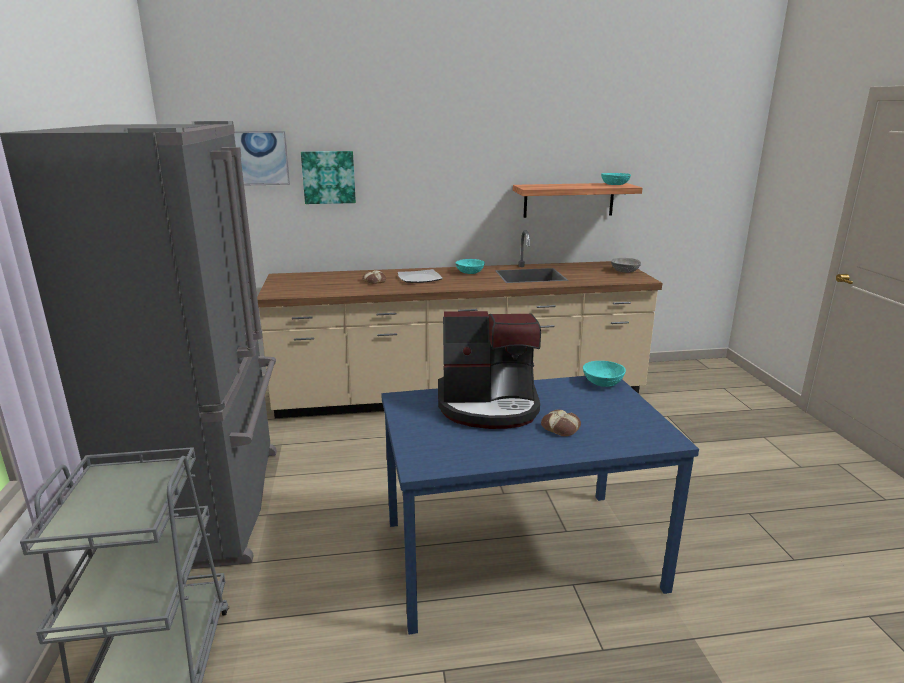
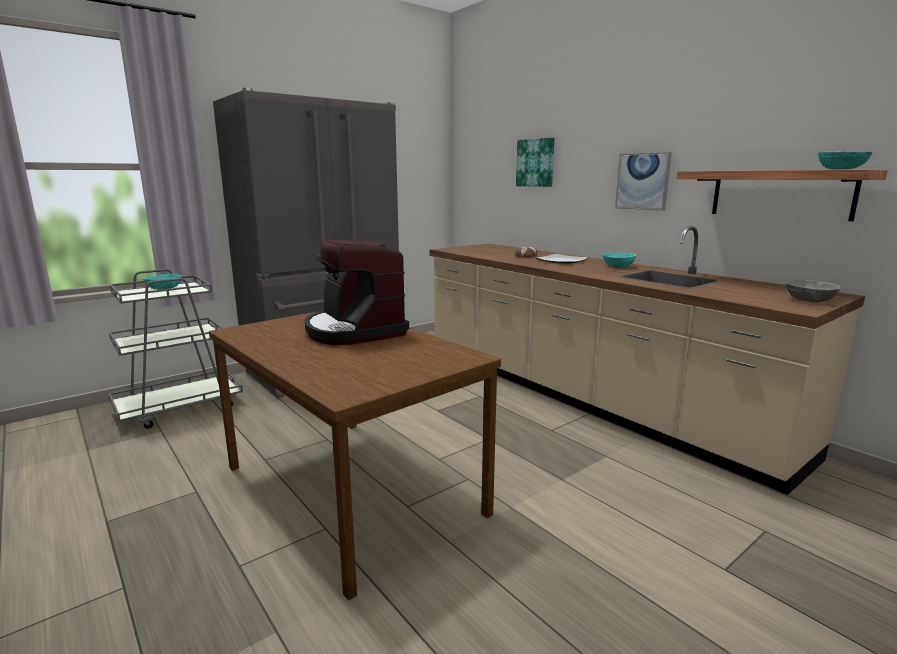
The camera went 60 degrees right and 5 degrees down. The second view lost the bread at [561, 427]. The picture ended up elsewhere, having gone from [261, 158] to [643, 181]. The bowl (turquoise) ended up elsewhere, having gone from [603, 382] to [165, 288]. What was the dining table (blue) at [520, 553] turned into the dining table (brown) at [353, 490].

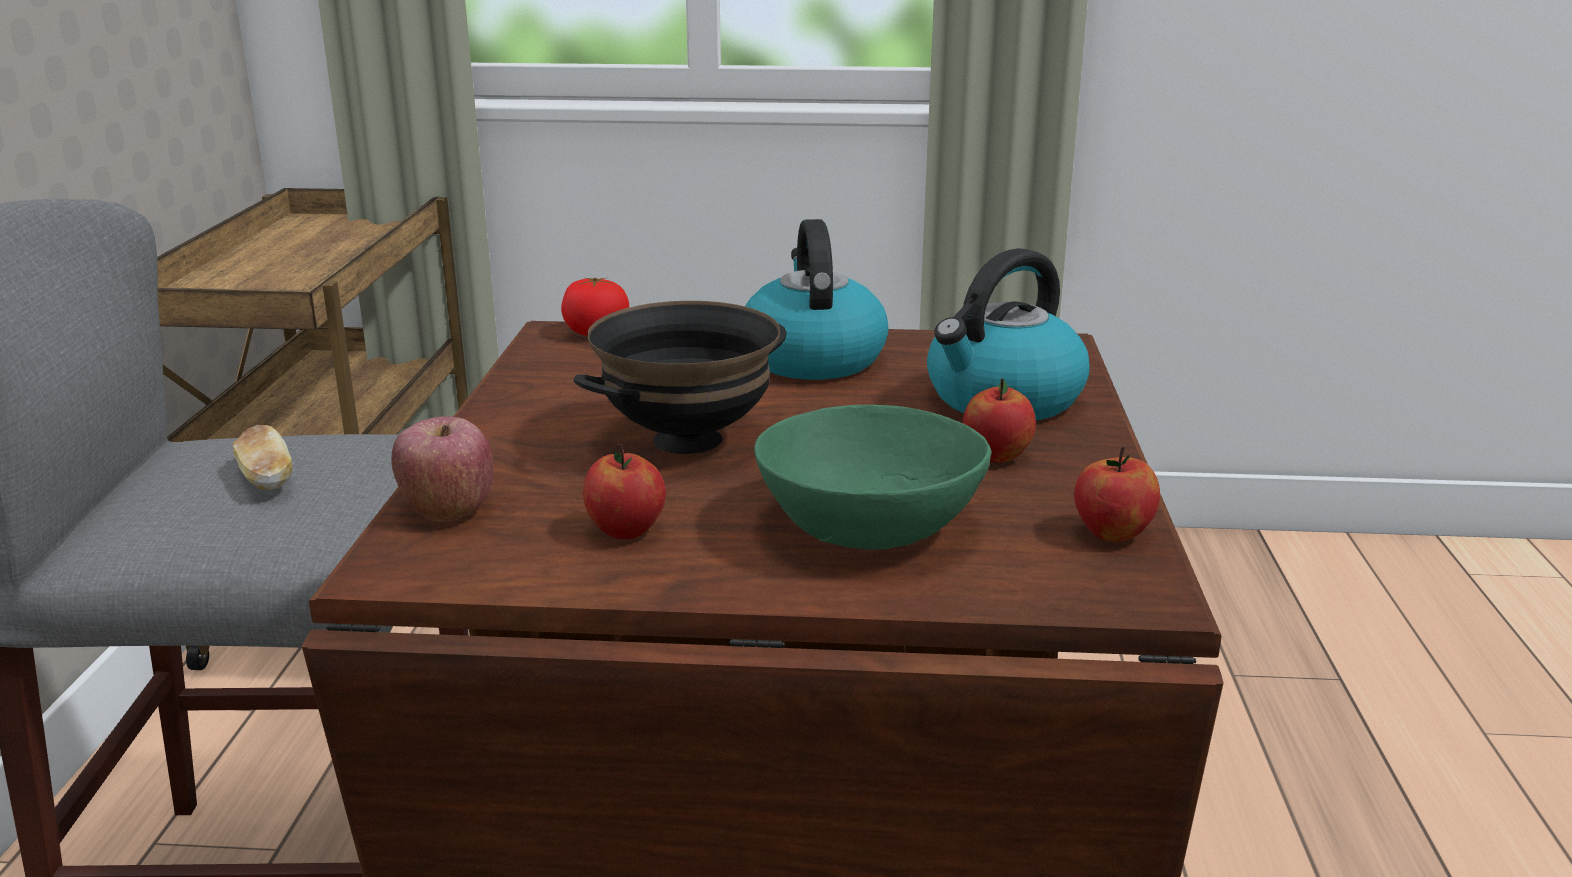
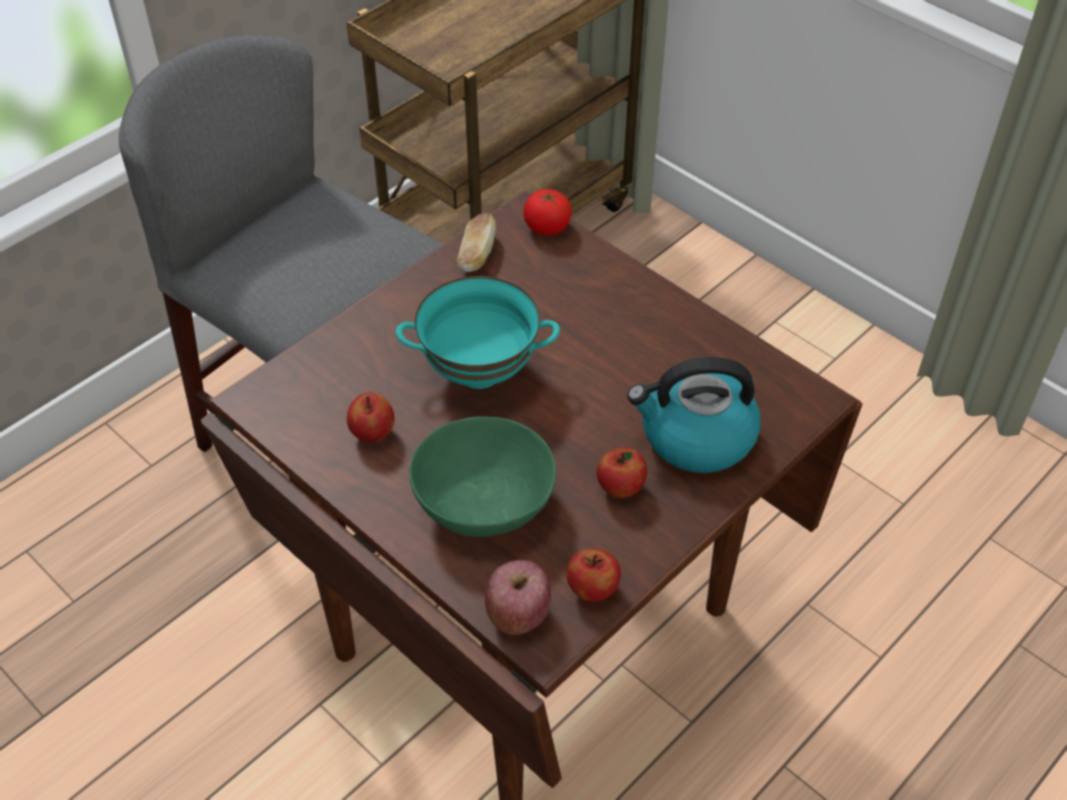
The camera went 40 degrees right and 25 degrees up. The second view lost the kettle at [812, 358]. The bread ended up elsewhere, having gone from [266, 480] to [476, 255]. The apple ended up elsewhere, having gone from [448, 509] to [518, 615]. What was the bowl (black) at [688, 441] turned into the bowl (turquoise) at [479, 373].

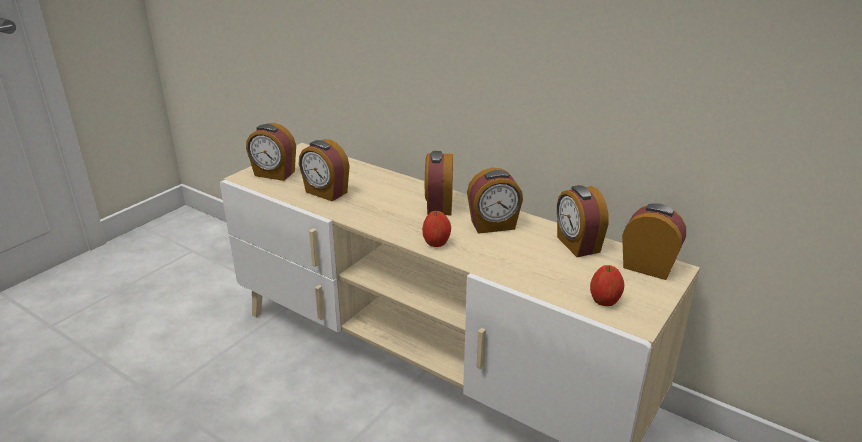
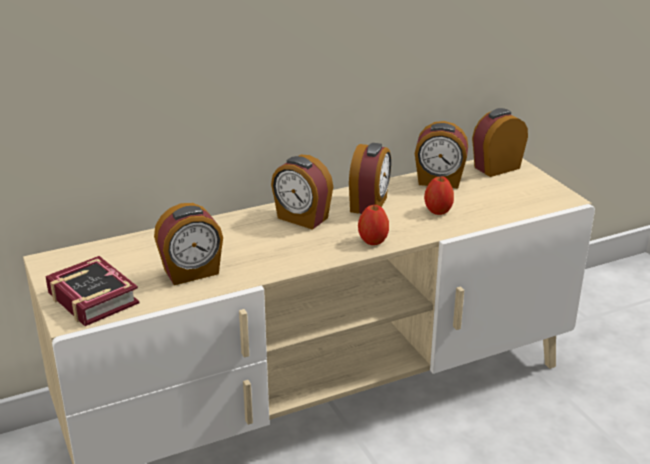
The camera went 60 degrees left and 0 degrees up. The apple ended up elsewhere, having gone from [604, 301] to [438, 211]. Where the alarm clock stood at [274, 174], the book came to stand at [93, 296].

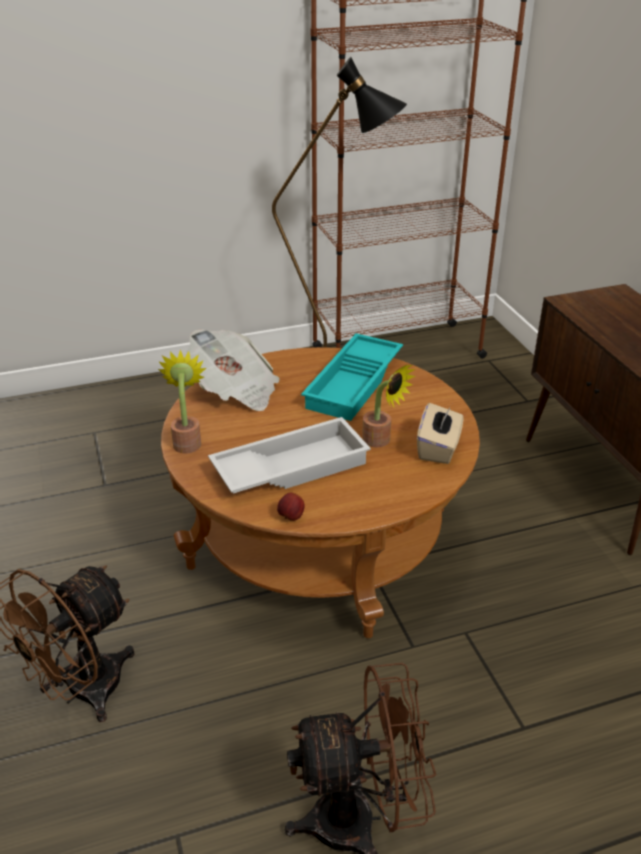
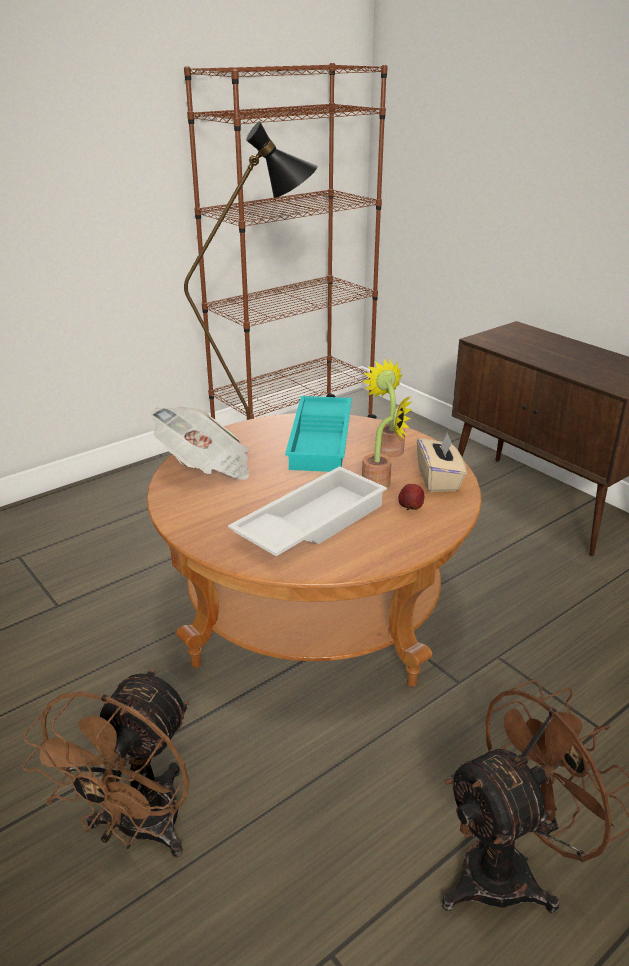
The camera went 20 degrees left and 5 degrees down. The potted plant ended up elsewhere, having gone from [187, 441] to [387, 448]. The apple ended up elsewhere, having gone from [291, 517] to [410, 508].

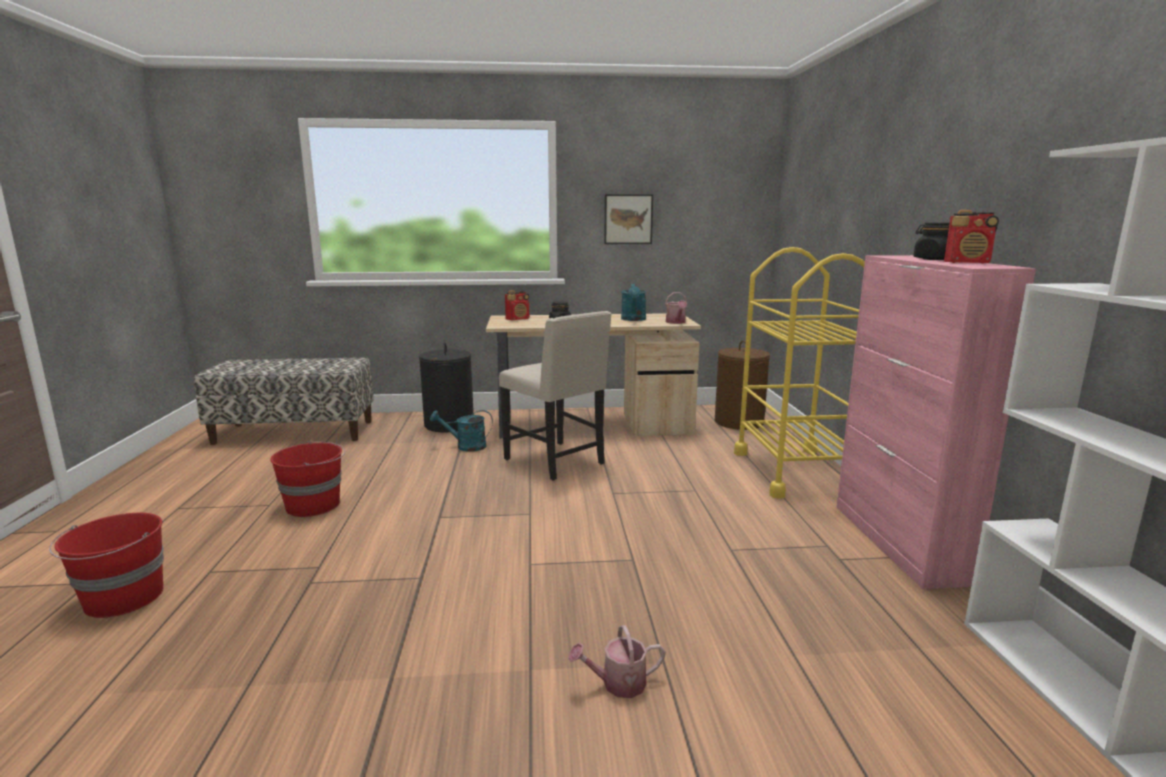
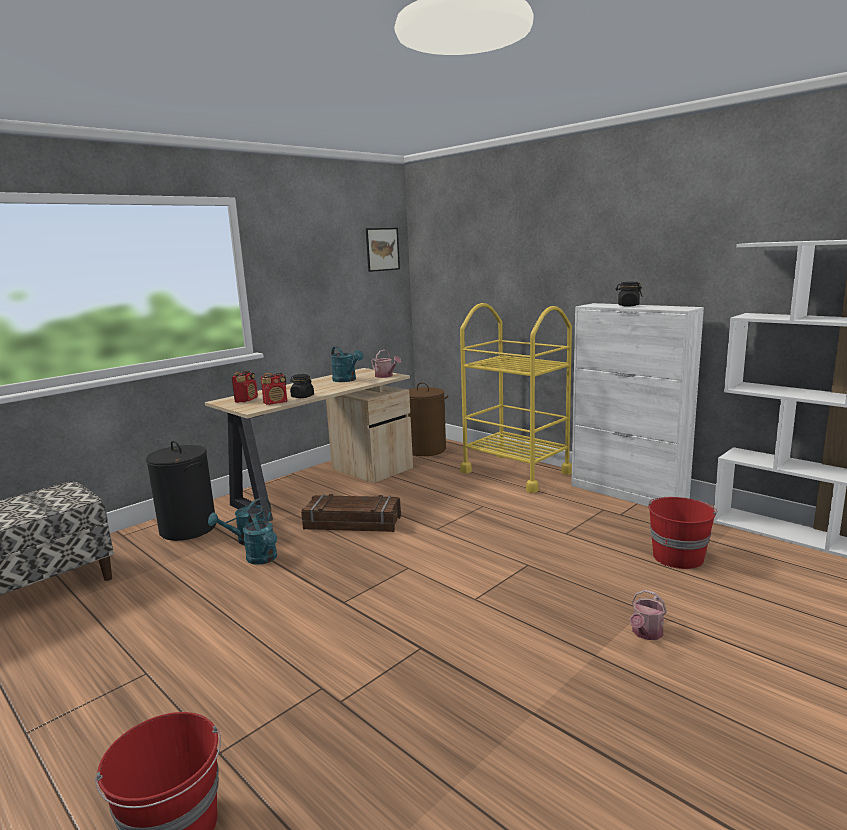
The camera went 40 degrees left and 0 degrees up. The second view gained the watering can (turquoise) at [264, 559]. The bucket (red) ended up elsewhere, having gone from [314, 505] to [677, 556]. The picture ended up elsewhere, having gone from [628, 219] to [382, 249]. The radio ended up elsewhere, having gone from [968, 263] to [276, 402]. Where the chair (beige) stood at [557, 462], the crate came to stand at [352, 523]. What was the cabinet (pink) at [898, 542] turned into the cabinet (white) at [628, 493].

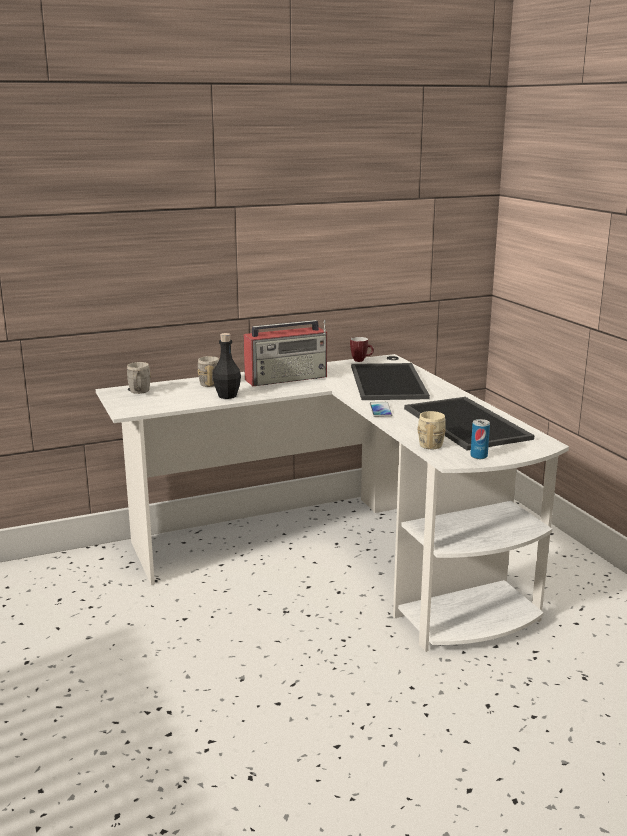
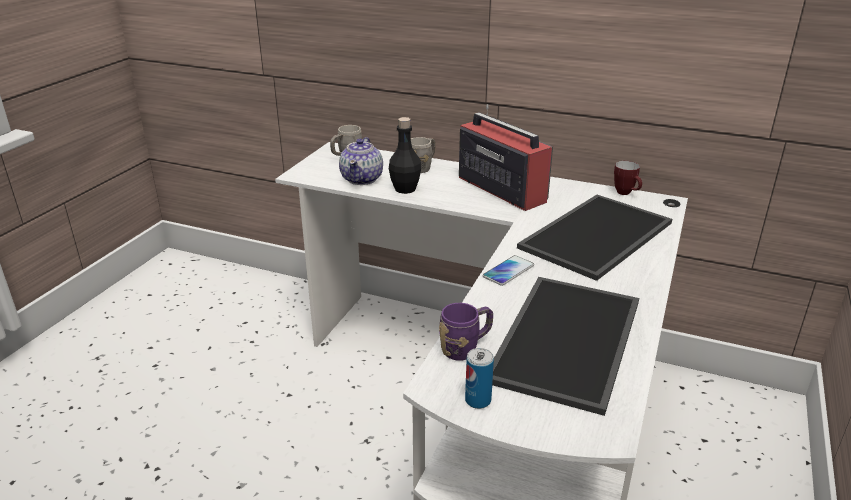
The camera went 45 degrees right and 10 degrees up. The second view gained the teapot at [362, 179]. What was the mug (beige) at [431, 443] turned into the mug (purple) at [466, 348]. The radio at [287, 378] ended up facing another way, 150 degrees counterclockwise from before.

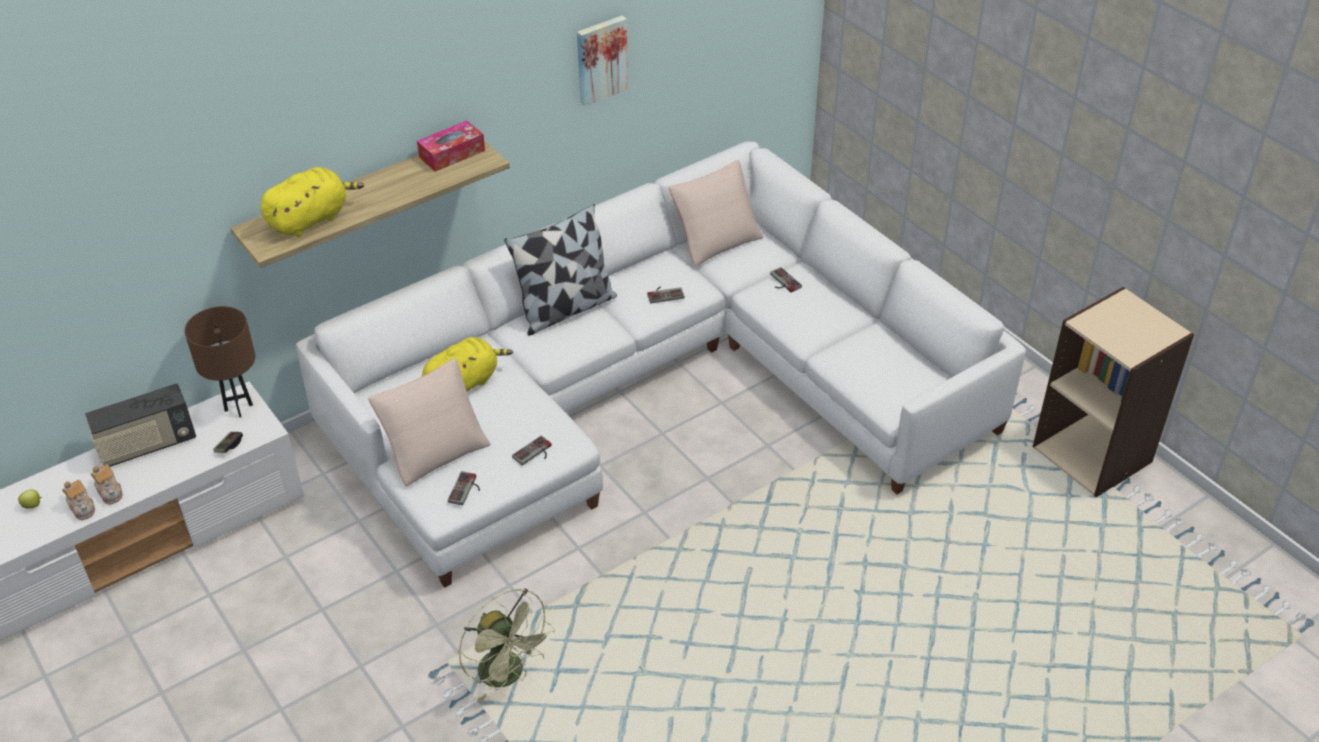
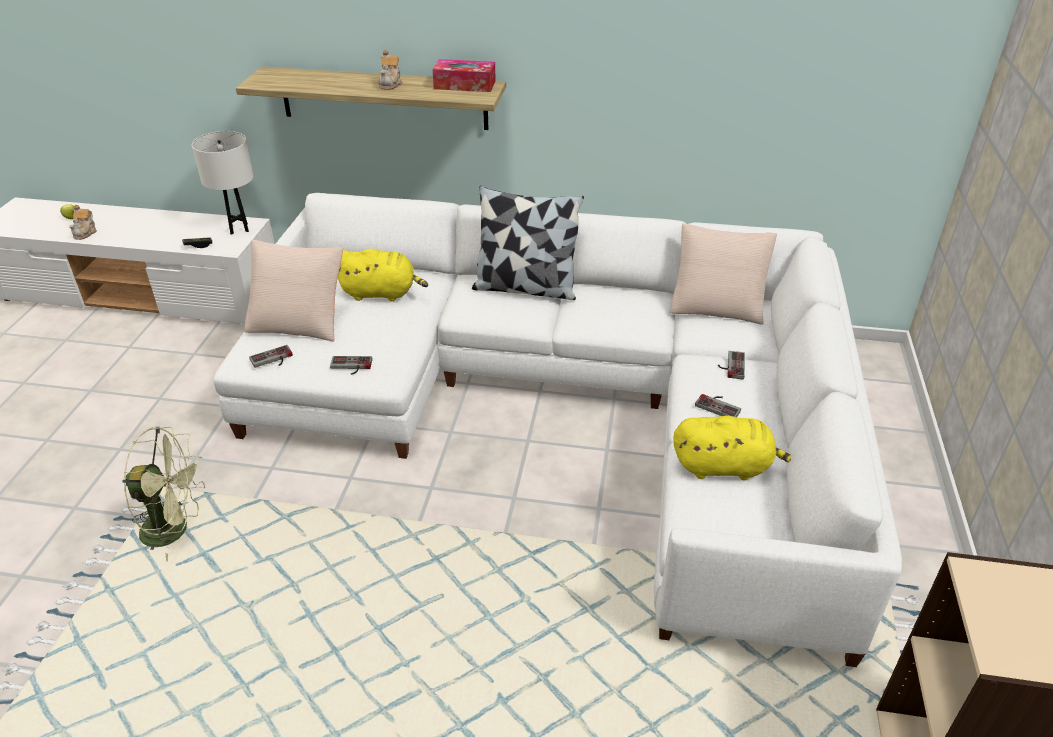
The camera went 45 degrees right and 5 degrees down. The second view lost the radio at [147, 446]. The second view lost the picture at [600, 59]. The teapot ended up elsewhere, having gone from [110, 492] to [390, 84]. The plush toy (yellow) ended up elsewhere, having gone from [311, 219] to [725, 467]. The game controller ended up elsewhere, having gone from [664, 294] to [719, 405]. What was the table lamp (brown) at [239, 408] turned into the table lamp (white) at [239, 229]. The fan (green) at [508, 675] ended up facing another way, 90 degrees counterclockwise from before.

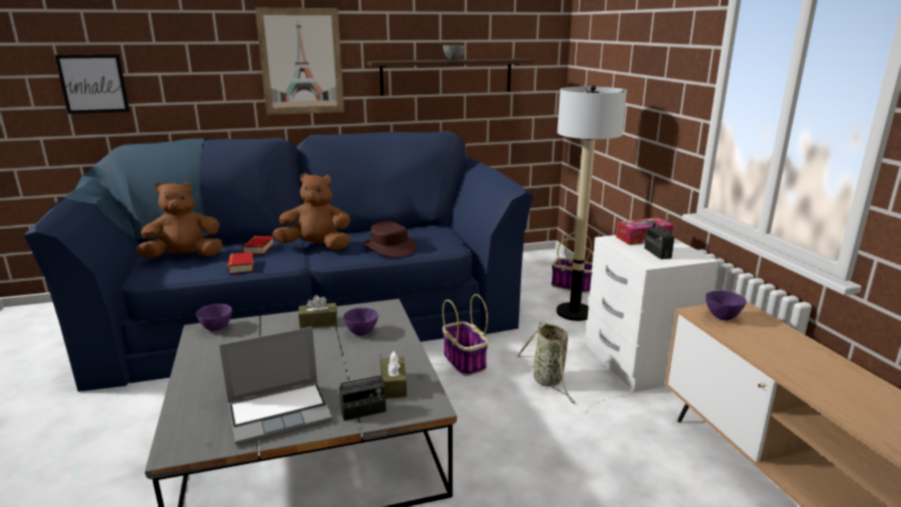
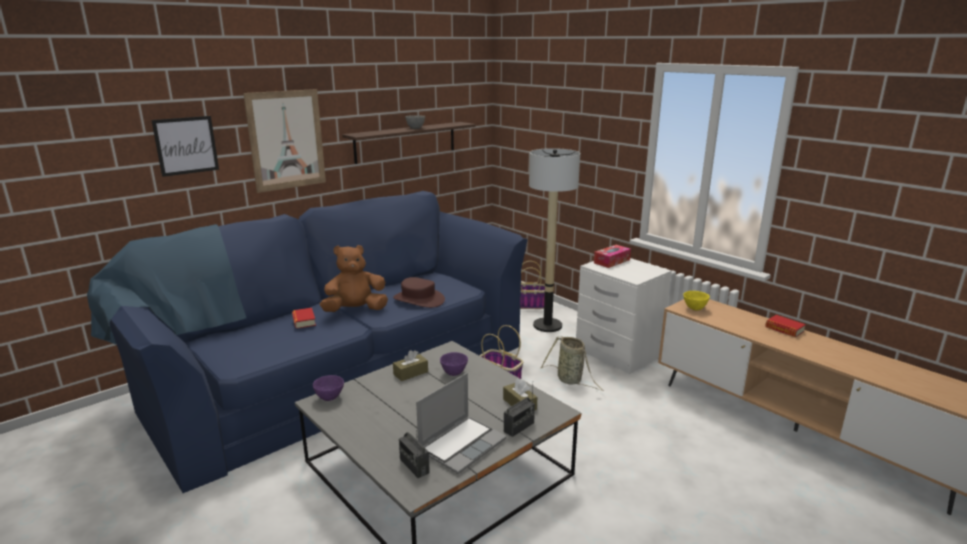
The camera went 25 degrees left and 0 degrees up. The second view lost the plush toy (brown) at [184, 257]. The picture ended up elsewhere, having gone from [93, 84] to [186, 145]. The book ended up elsewhere, having gone from [241, 266] to [784, 329]. The radio ended up elsewhere, having gone from [657, 253] to [414, 466]. What was the bowl (purple) at [722, 317] turned into the bowl (yellow) at [695, 309].

